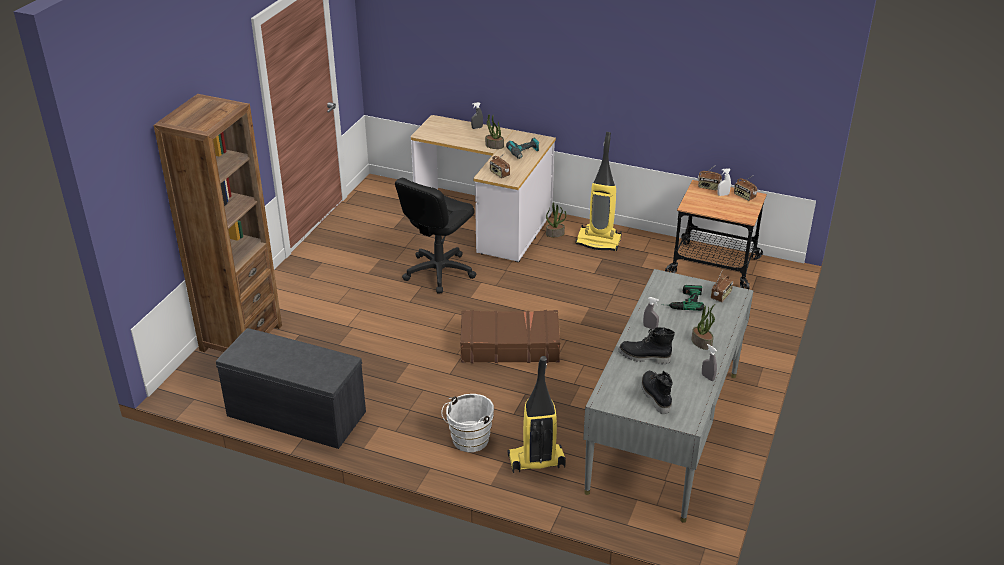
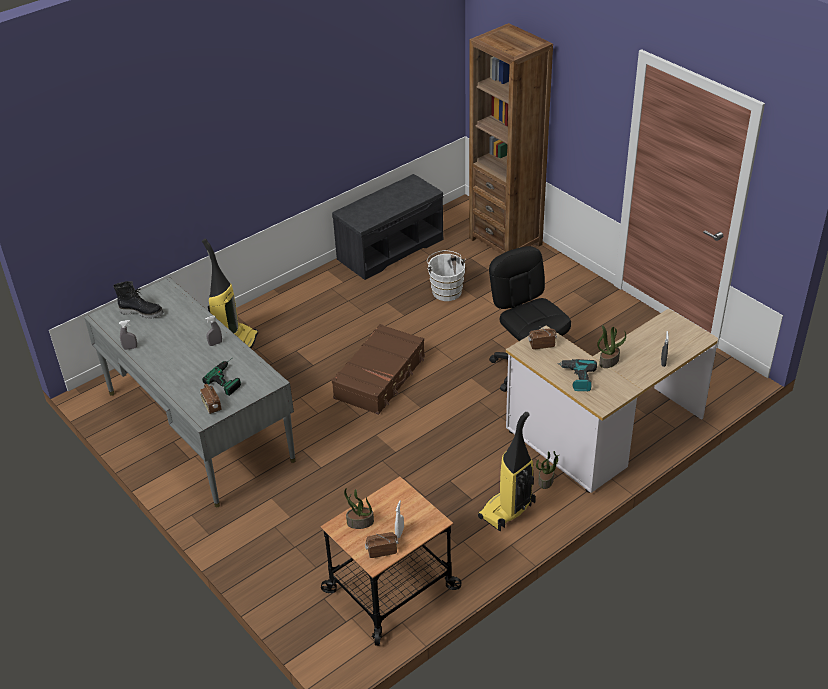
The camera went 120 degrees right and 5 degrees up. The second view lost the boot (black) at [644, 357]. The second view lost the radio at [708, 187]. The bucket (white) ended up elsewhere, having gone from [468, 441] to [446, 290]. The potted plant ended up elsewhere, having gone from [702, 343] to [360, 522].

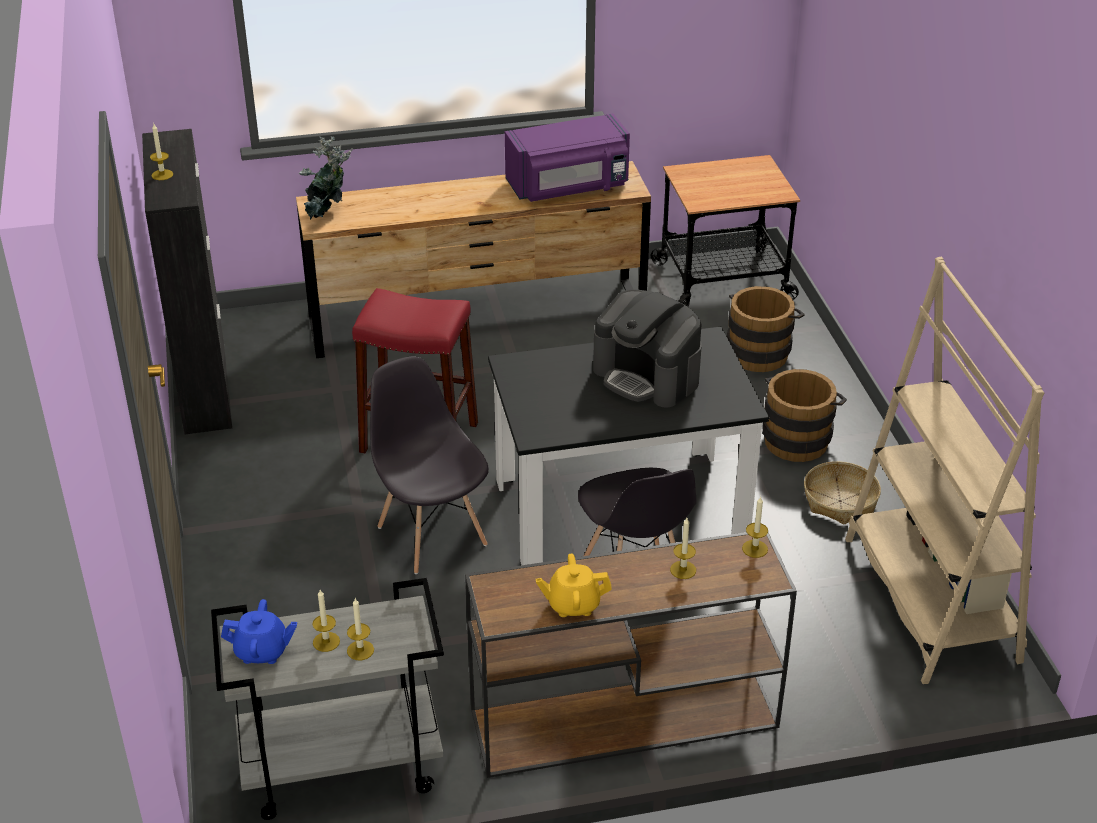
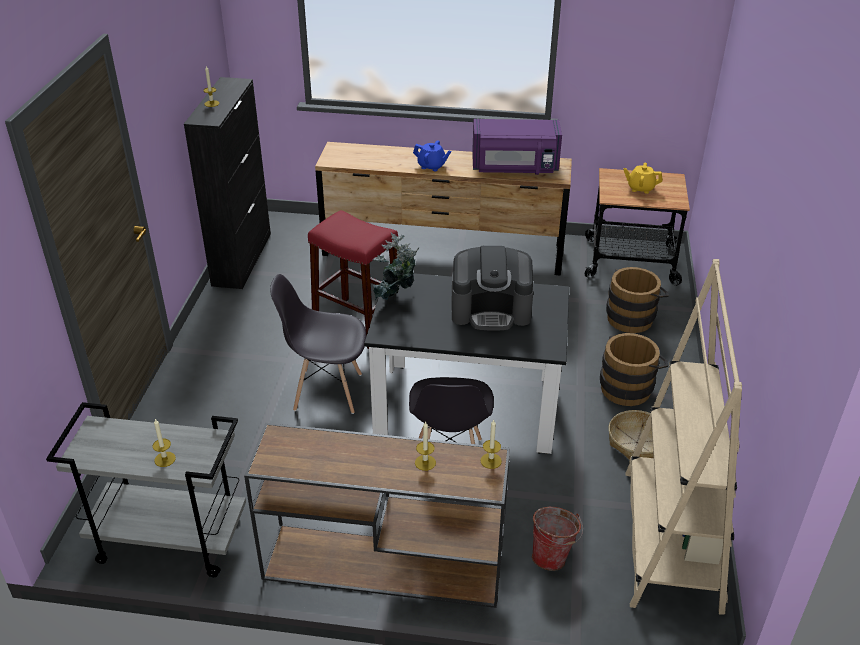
The camera went 20 degrees right and 0 degrees up. The second view lost the candle at [326, 642]. The second view gained the bucket at [553, 556]. The teapot (blue) ended up elsewhere, having gone from [262, 651] to [431, 166]. The potted plant ended up elsewhere, having gone from [328, 216] to [396, 298]. The teapot (yellow) ended up elsewhere, having gone from [573, 604] to [640, 188]. The chair (grey) at [431, 534] ended up facing another way, 75 degrees counterclockwise from before. The coffee machine at [647, 376] ended up facing another way, 60 degrees counterclockwise from before.

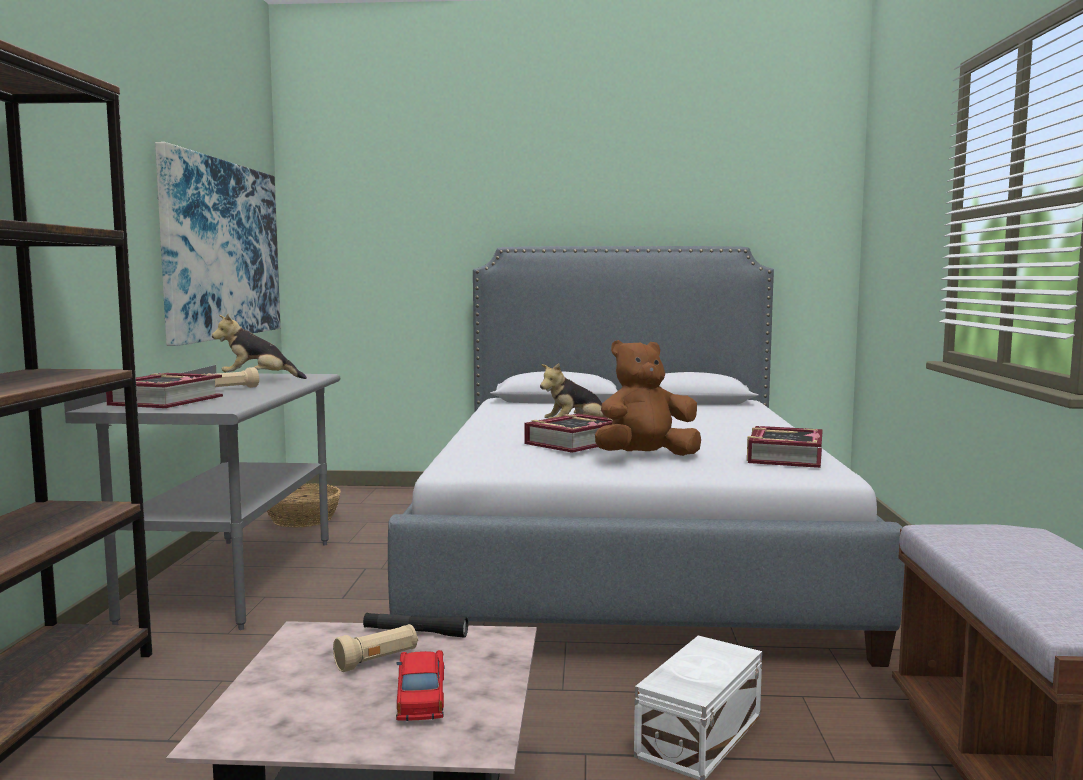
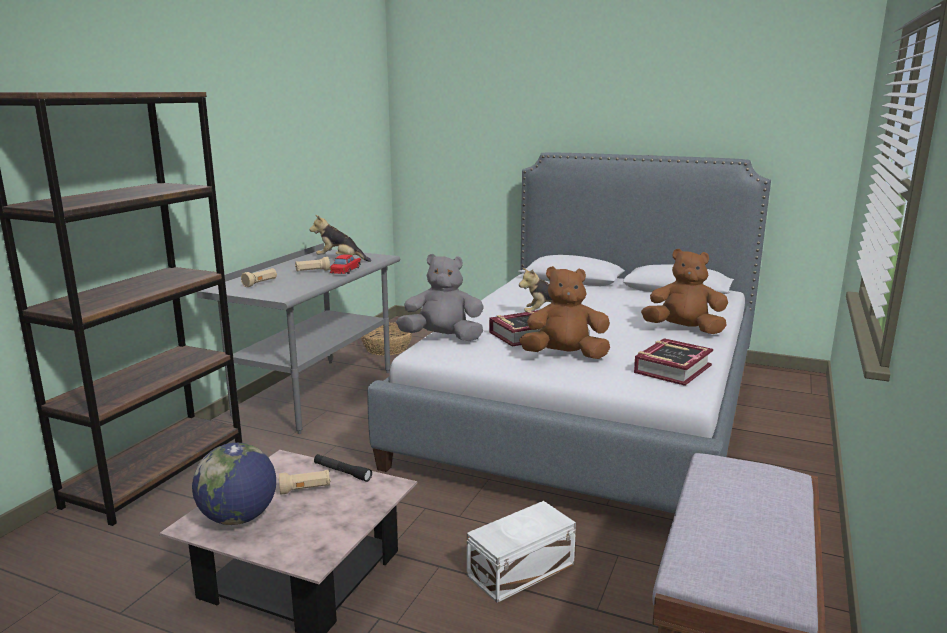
The camera went 20 degrees right and 10 degrees up. The second view lost the picture at [222, 250]. The second view gained the globe at [239, 518]. The second view gained the plush toy (grey) at [443, 338]. The second view gained the plush toy (brown) at [684, 330]. The toy car (red) ended up elsewhere, having gone from [420, 698] to [345, 271]. Where the book stood at [165, 401], the flashlight (beige) came to stand at [260, 283].

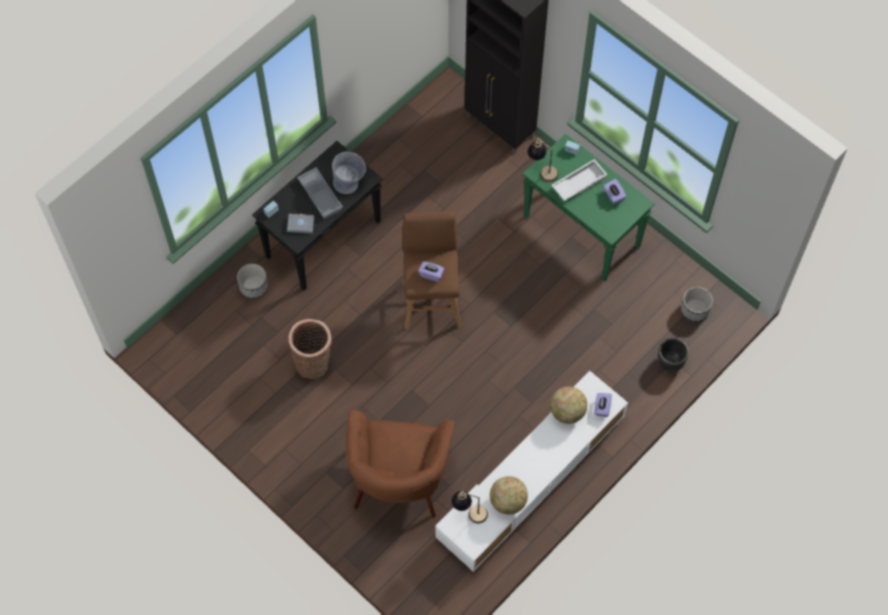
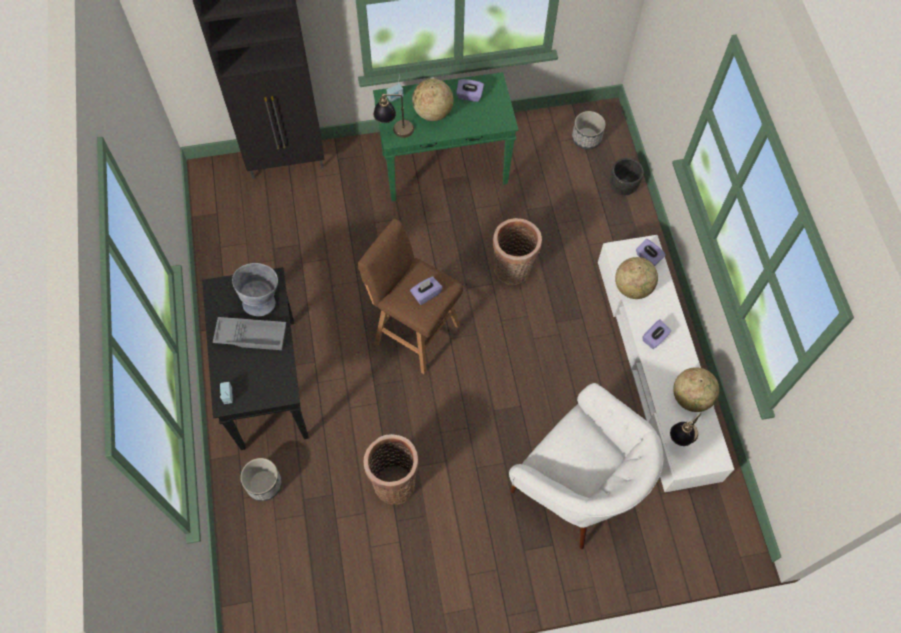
The camera went 55 degrees left and 0 degrees up. The second view lost the book (grey) at [301, 224]. The second view gained the basket at [513, 271]. The second view gained the tissue box (purple) at [654, 338]. Where the tray (white) stood at [579, 182], the globe came to stand at [432, 112]. What was the armchair (brown) at [399, 478] turned into the armchair (white) at [578, 484].

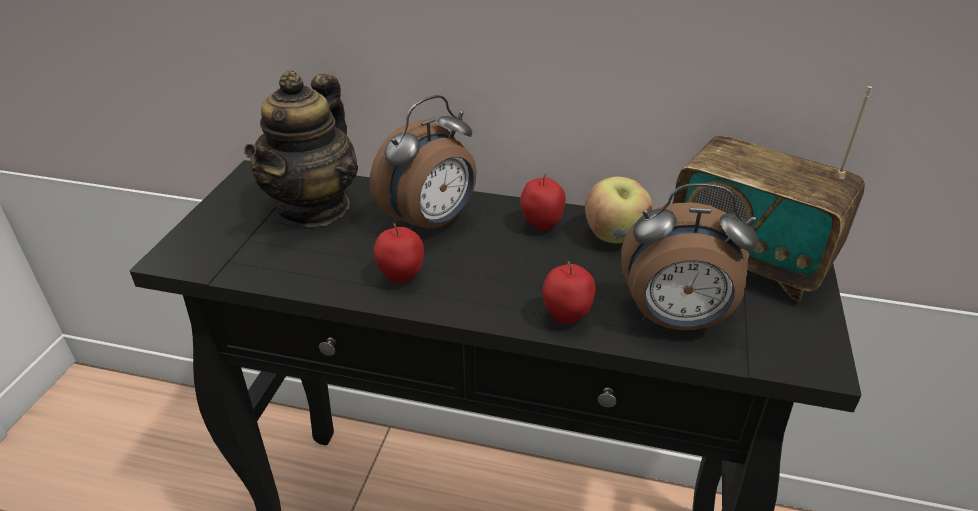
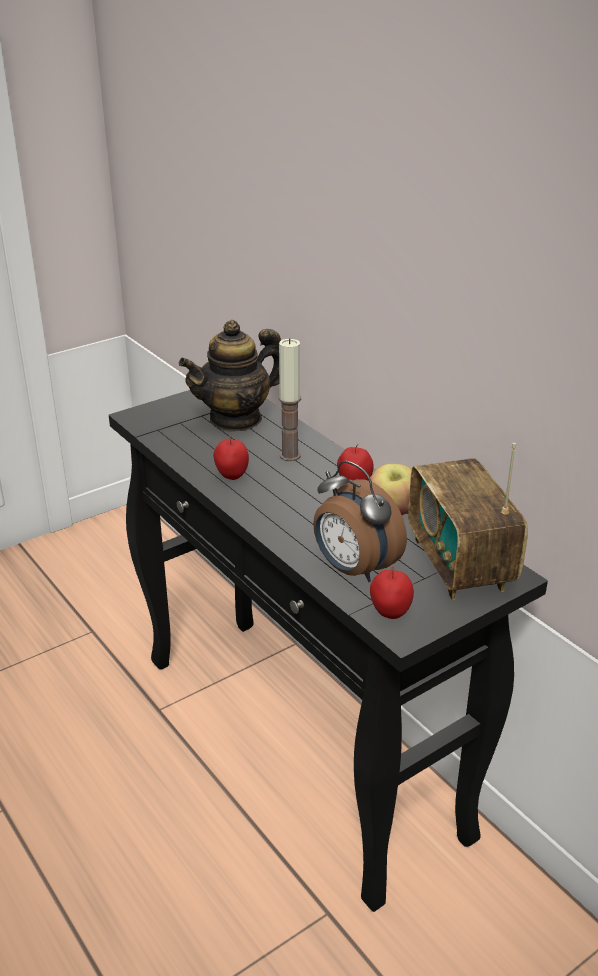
The camera went 40 degrees right and 5 degrees down. The apple ended up elsewhere, having gone from [566, 318] to [390, 614]. Where the alarm clock stood at [431, 223], the candle came to stand at [290, 455].

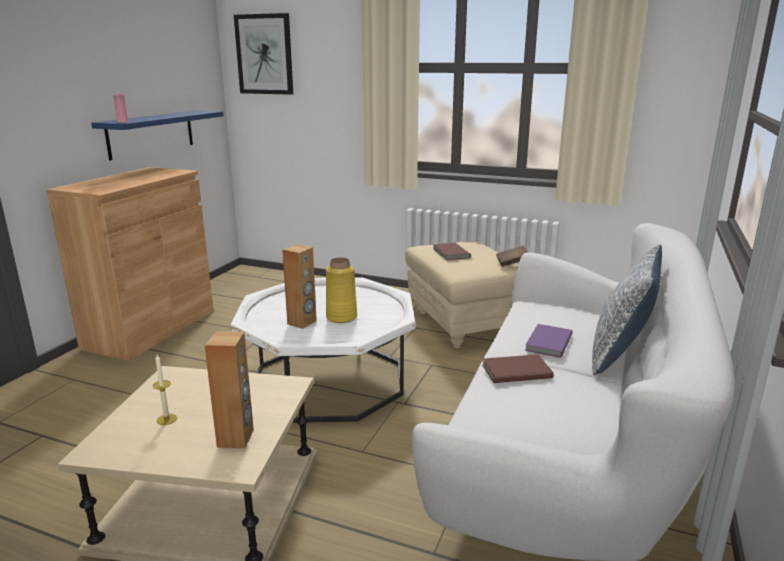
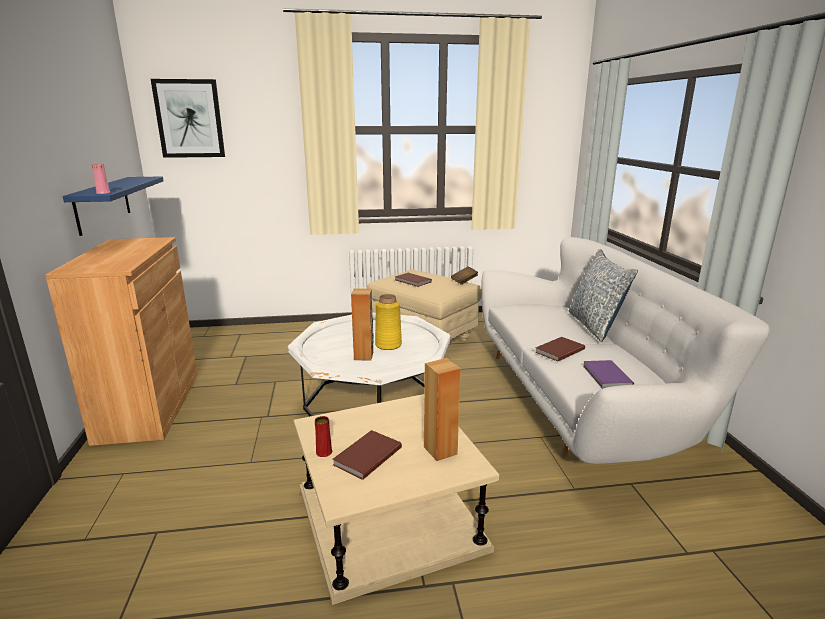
The camera went 30 degrees left and 0 degrees up. The second view gained the vase (red) at [324, 452]. The book (purple) ended up elsewhere, having gone from [547, 343] to [606, 376]. Where the candle stood at [167, 419], the book (brown) came to stand at [366, 456].

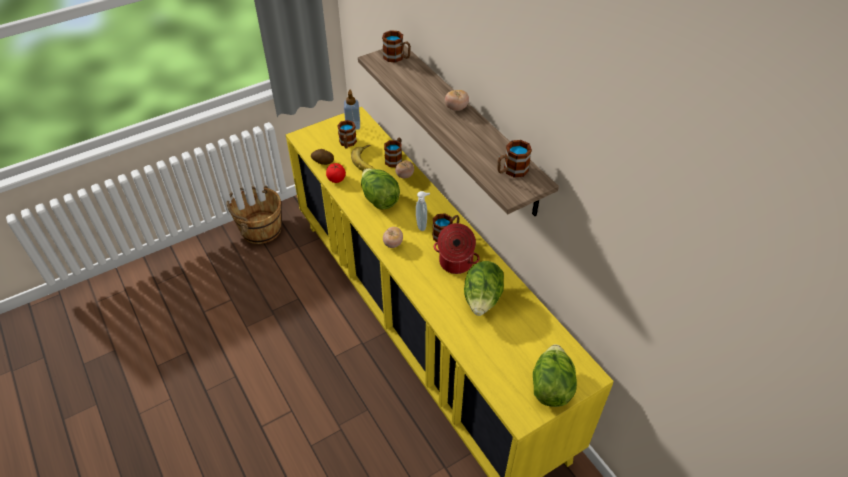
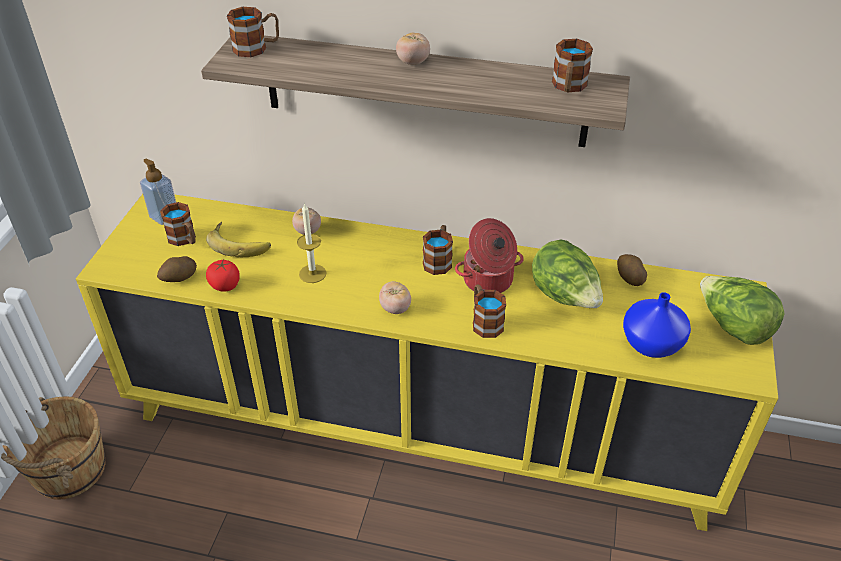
The camera went 45 degrees left and 5 degrees down. The second view lost the soap dispenser at [422, 225]. The second view gained the potato at [629, 278]. The second view gained the vase (blue) at [651, 345]. The mug ended up elsewhere, having gone from [395, 158] to [484, 321]. Where the lettuce stood at [379, 199], the candle came to stand at [312, 273].

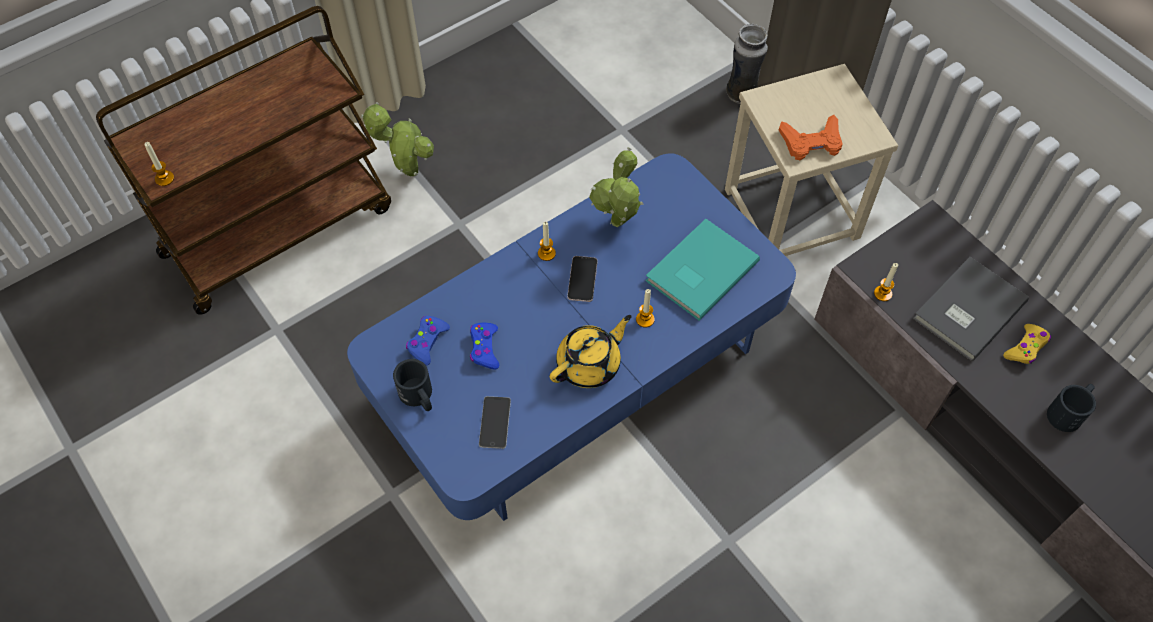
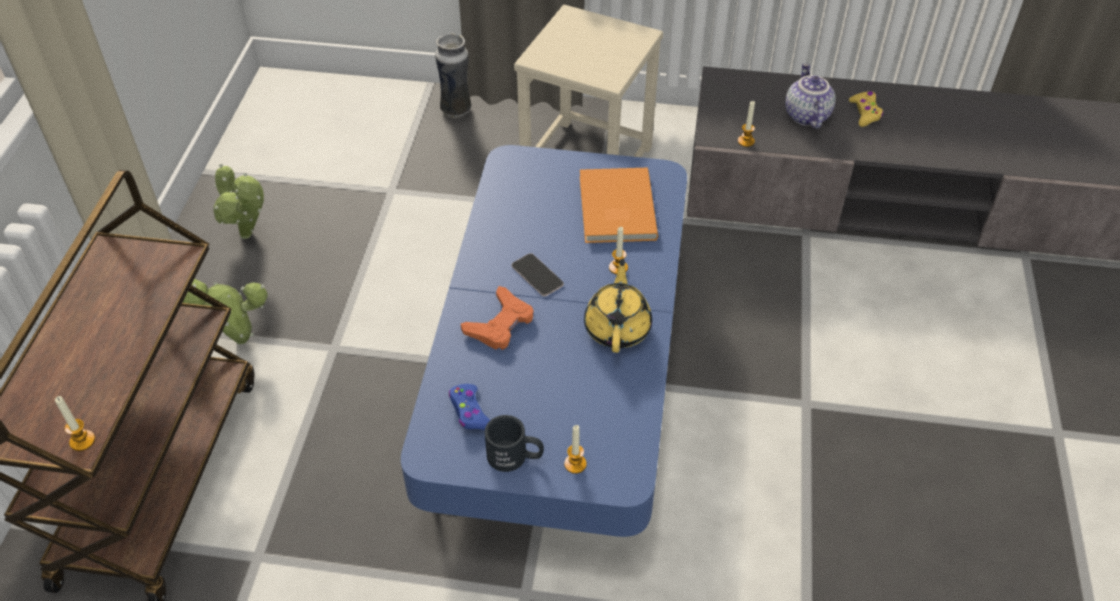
The camera went 45 degrees left and 10 degrees down. The second view lost the game controller (blue) at [484, 349]. The second view lost the phone at [495, 422]. The second view lost the mug (black) at [1068, 411]. The candle ended up elsewhere, having gone from [546, 253] to [575, 464]. The potted plant ended up elsewhere, having gone from [618, 226] to [249, 237]. The game controller (orange) ended up elsewhere, having gone from [811, 142] to [500, 324]. Where the book (grey) stood at [966, 310], the teapot came to stand at [805, 115]. What was the book (turquoise) at [699, 271] turned into the book (orange) at [614, 209].

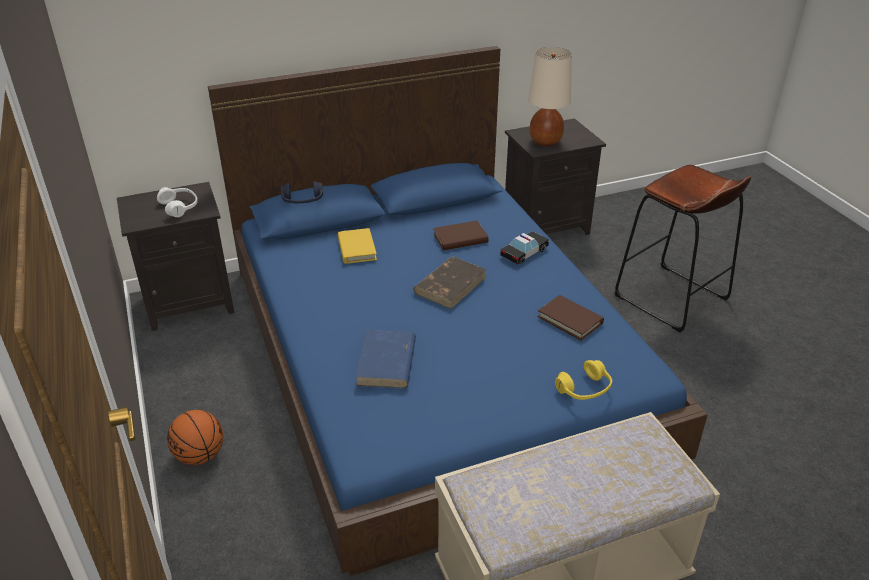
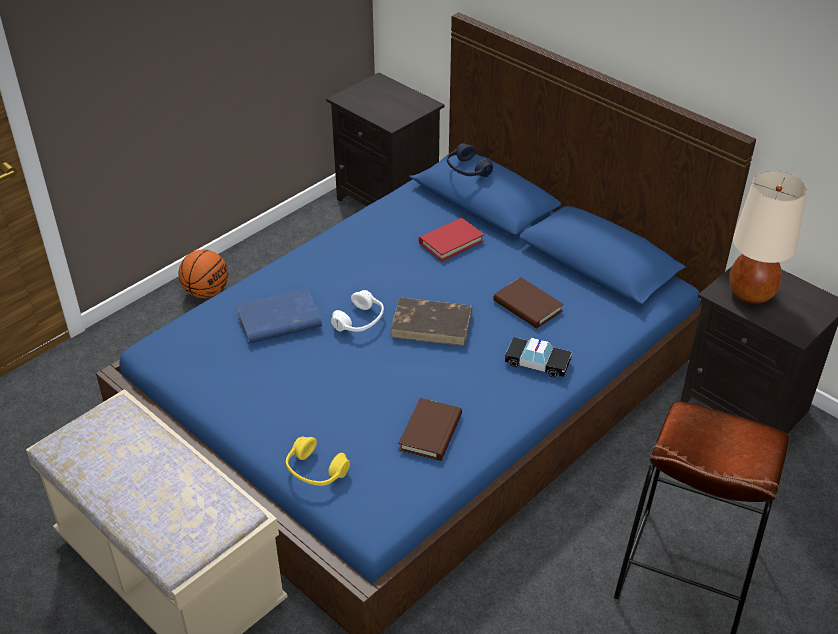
The camera went 65 degrees right and 5 degrees up. The headphones (white) ended up elsewhere, having gone from [180, 207] to [359, 321]. What was the book (yellow) at [356, 248] turned into the book (red) at [451, 242].

